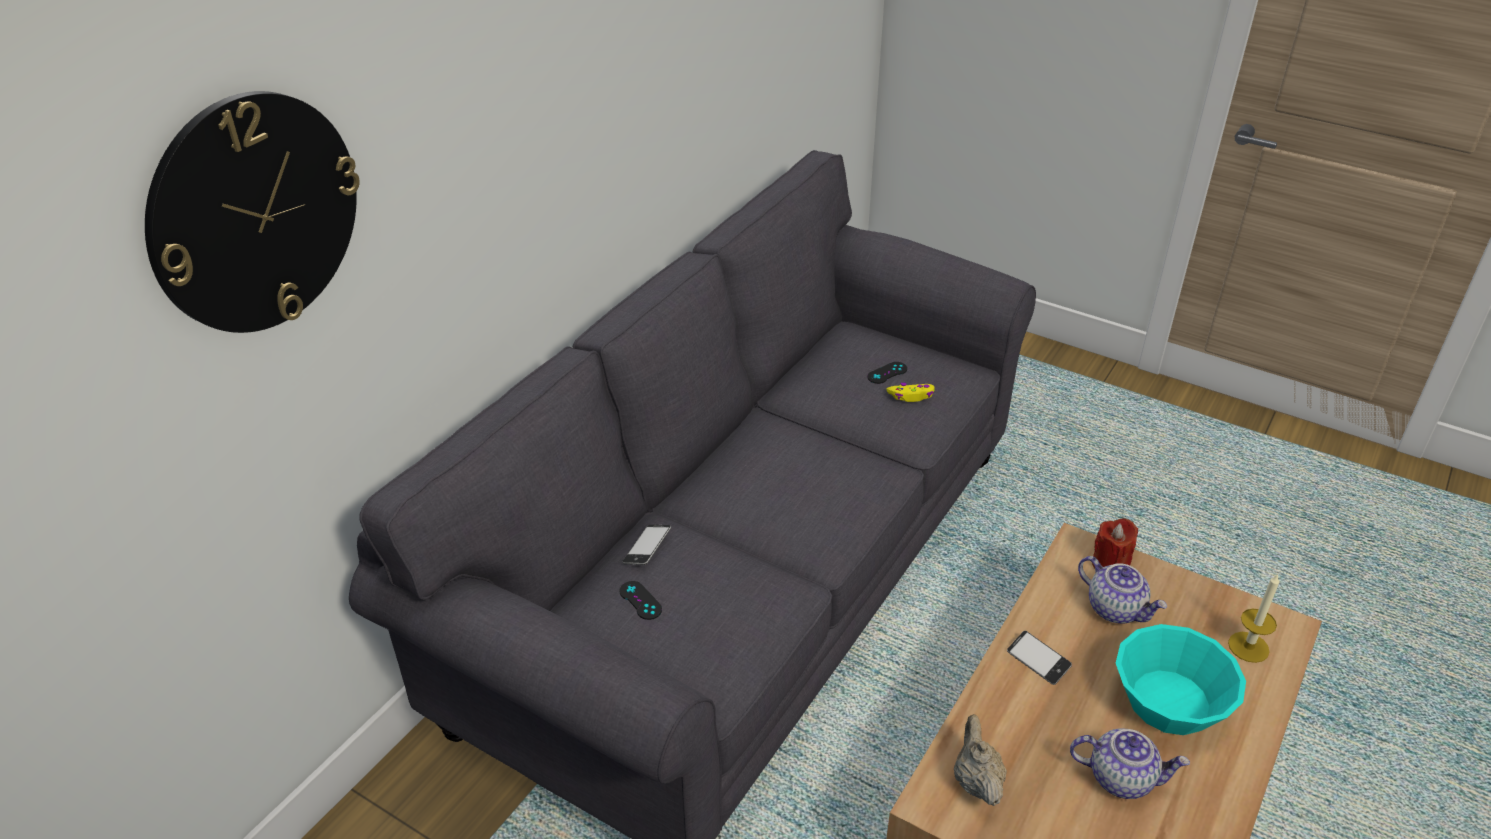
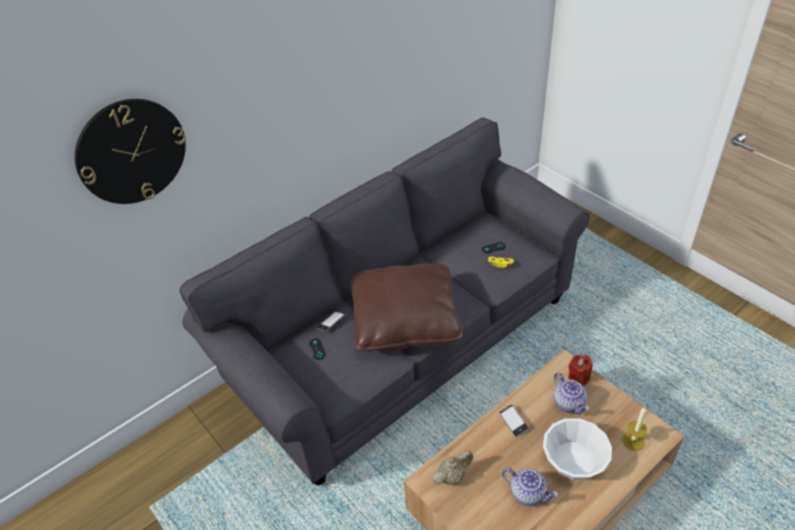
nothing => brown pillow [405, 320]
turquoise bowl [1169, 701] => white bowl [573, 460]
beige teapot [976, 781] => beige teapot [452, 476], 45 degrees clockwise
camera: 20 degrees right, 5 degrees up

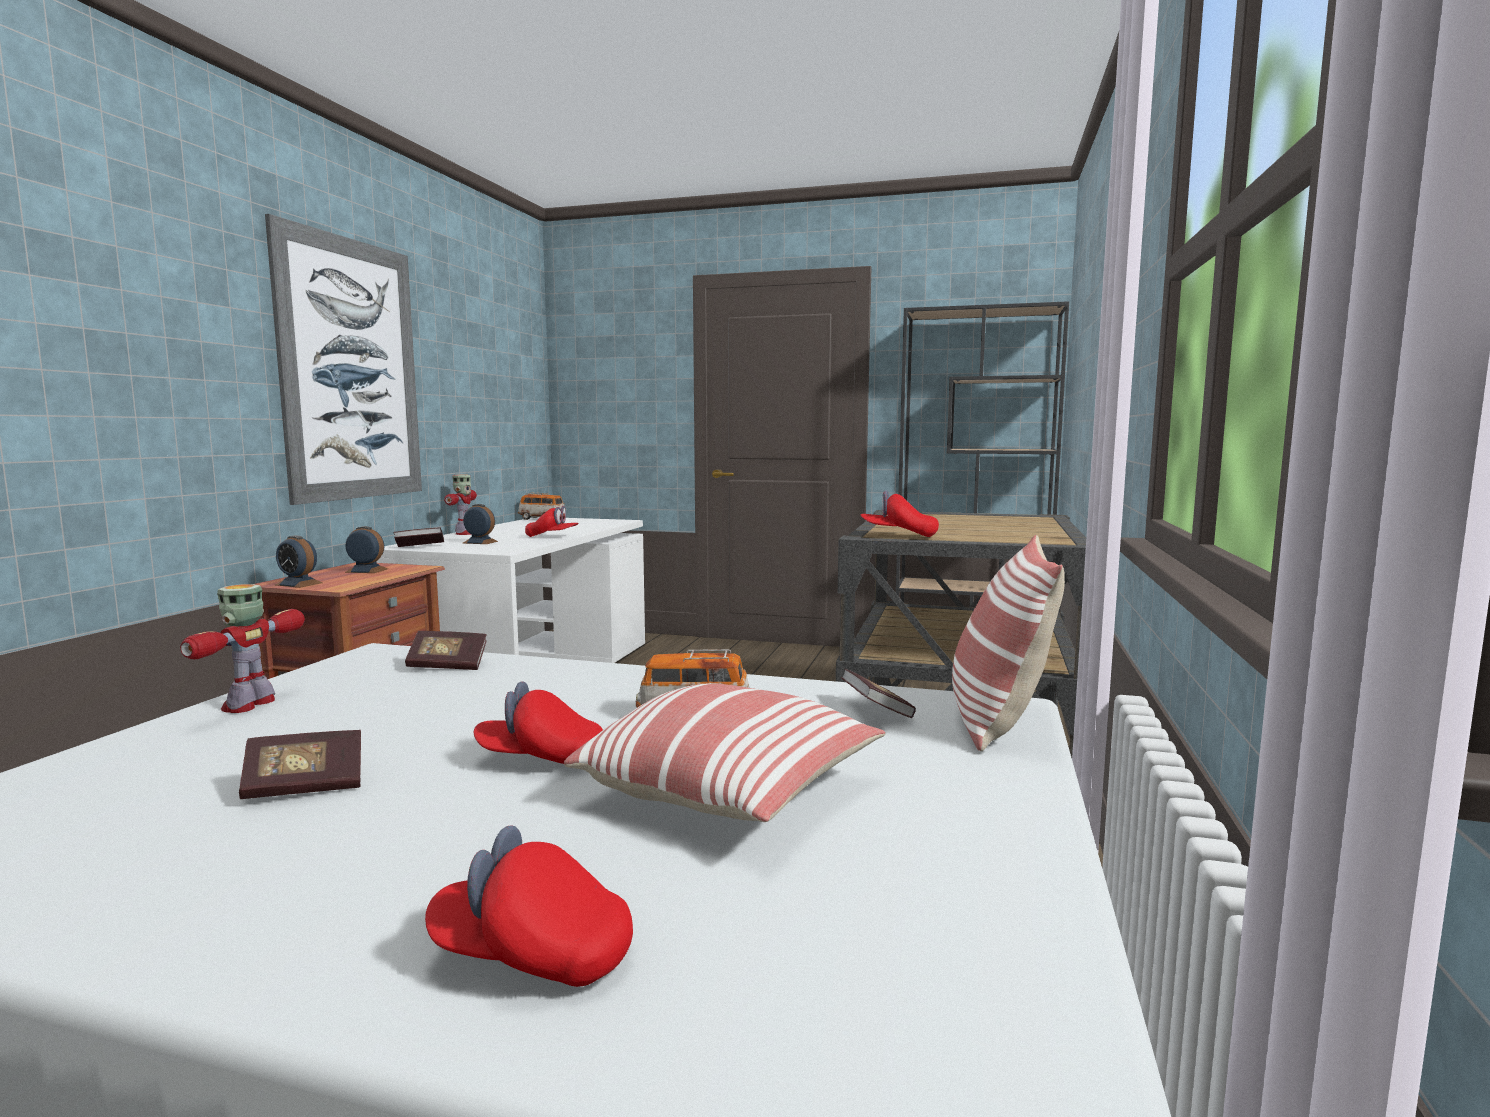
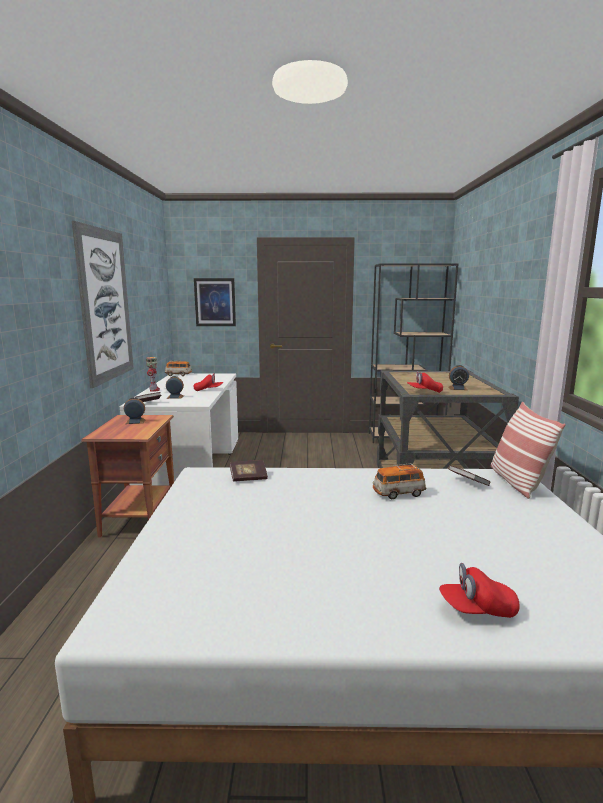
toy robot [250, 705] => nothing
book [305, 786] => nothing
red cap [541, 759] => nothing
pillow [732, 791] => nothing
nothing => picture [215, 302]
alarm clock [298, 584] => alarm clock [457, 388], relocated
camera: 15 degrees left, 5 degrees up

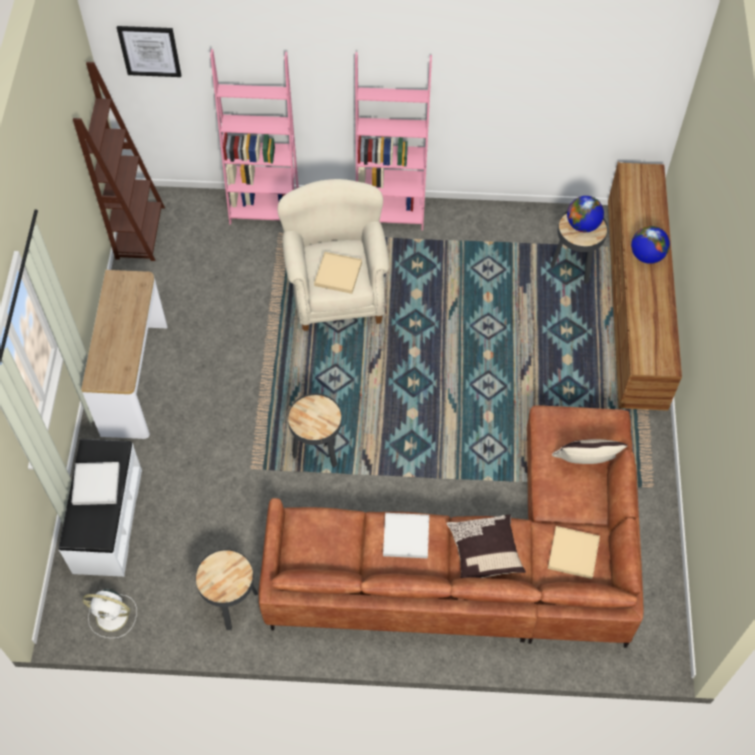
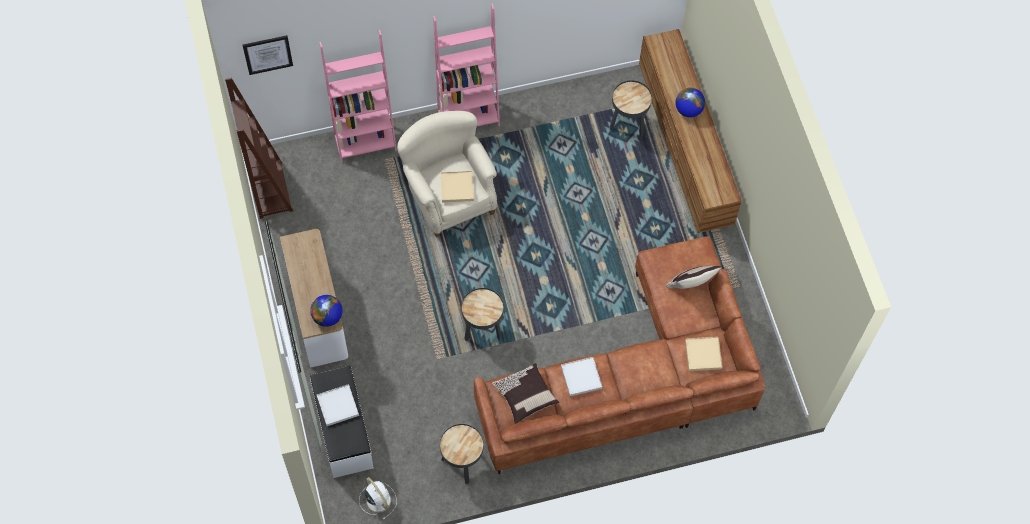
pillow [484, 552] => pillow [525, 396], relocated
globe [582, 225] => globe [327, 317], relocated
white fan [113, 616] => white fan [378, 499], 120 degrees counterclockwise
camera: 20 degrees left, 5 degrees up

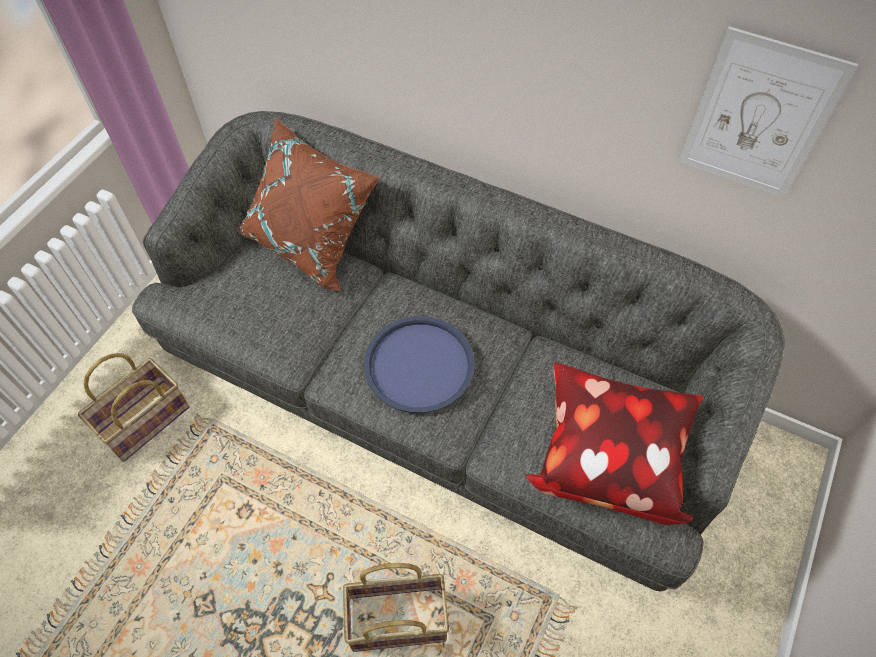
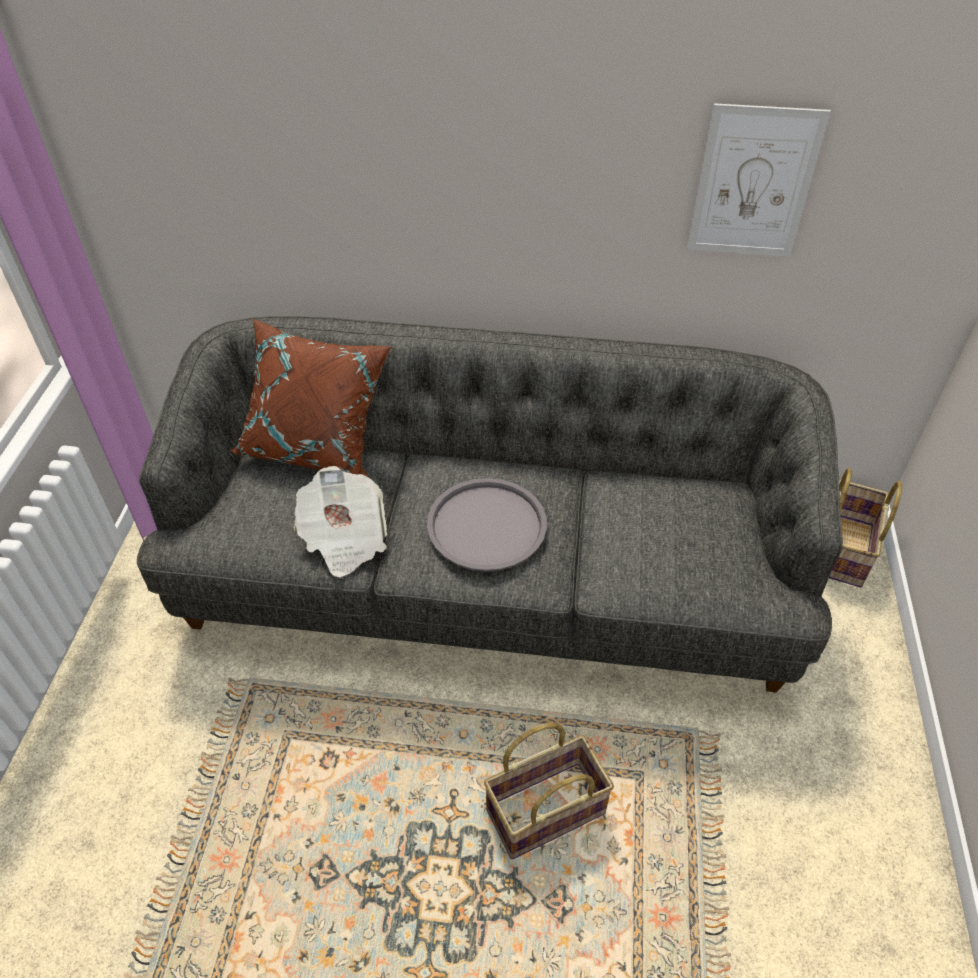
pillow [607, 456] => nothing
nothing => newspaper [344, 538]
basket [145, 422] => basket [844, 550], relocated
blue tray [419, 364] => grey tray [487, 525]
camera: 20 degrees left, 10 degrees down

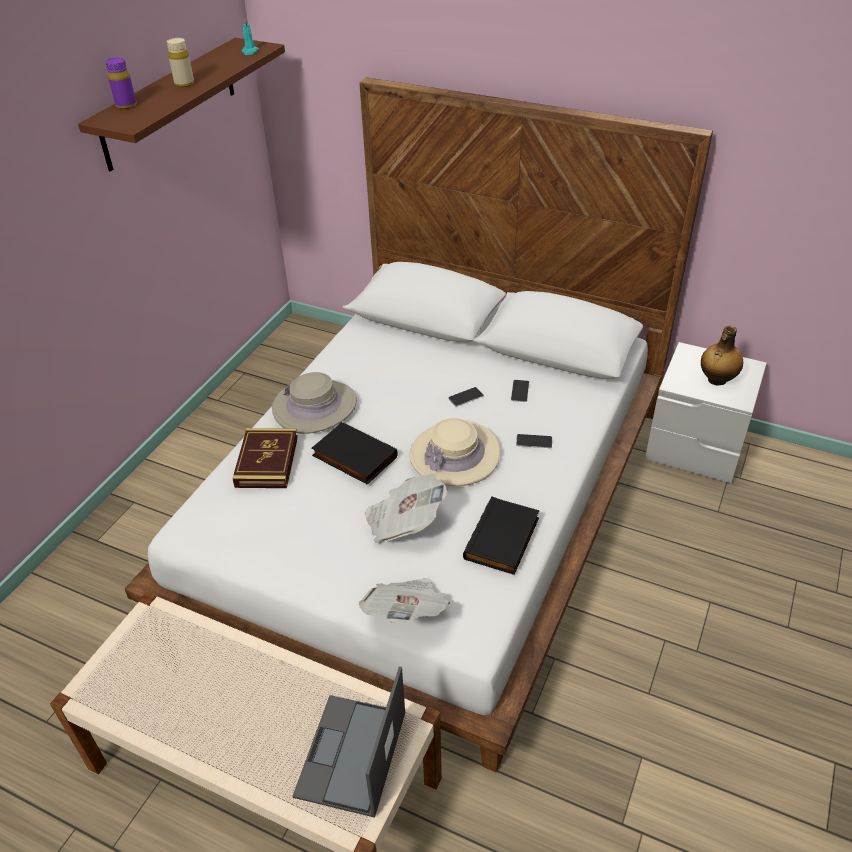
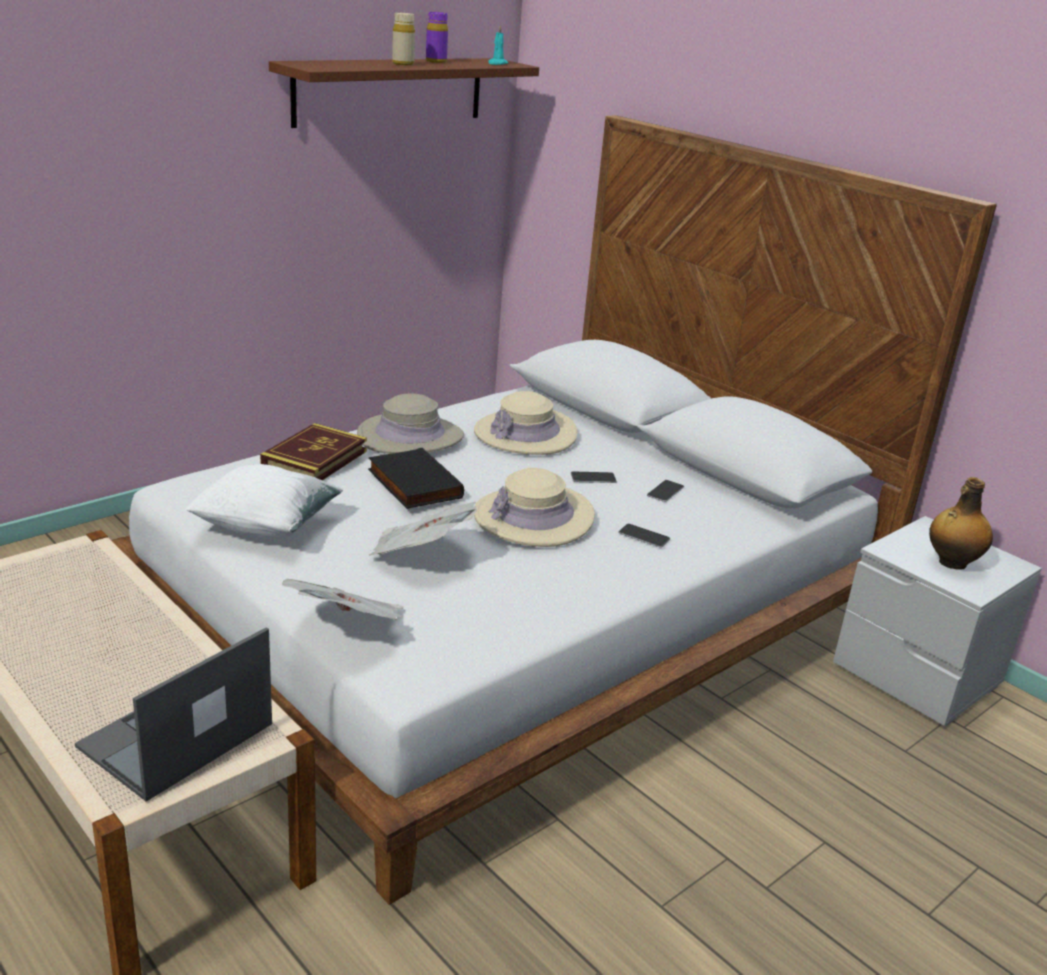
black book [503, 539] => nothing
nothing => white pillow [266, 526]
nothing => beige hat [525, 433]
purple bottle [126, 105] => purple bottle [436, 61], relocated
camera: 20 degrees right, 15 degrees down

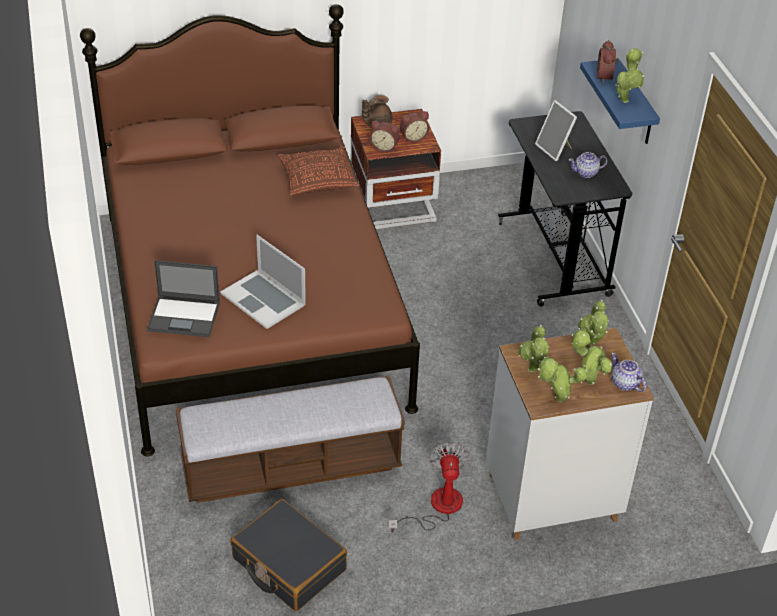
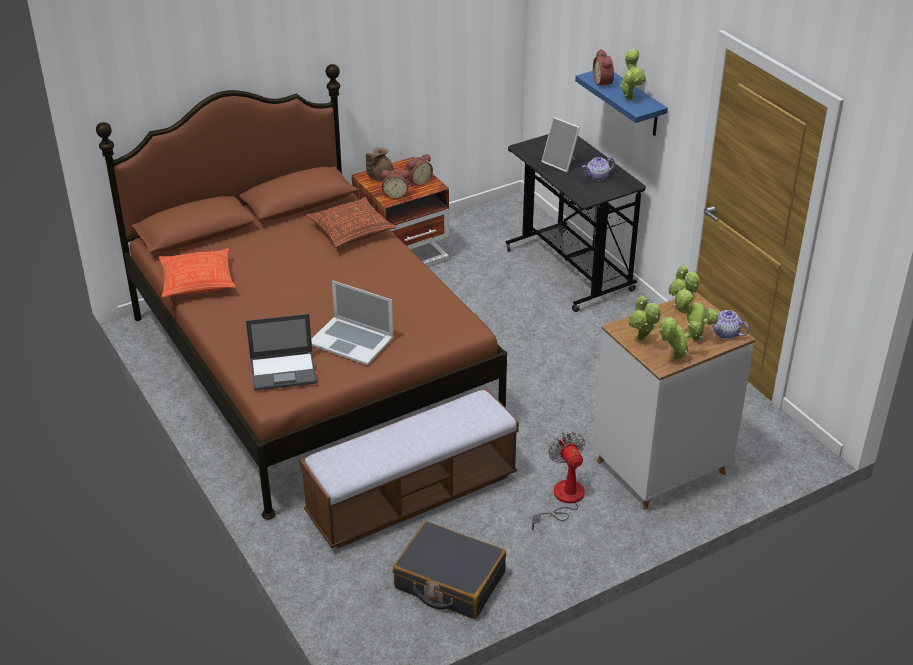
nothing => orange pillow [198, 283]
camera: 15 degrees left, 5 degrees down

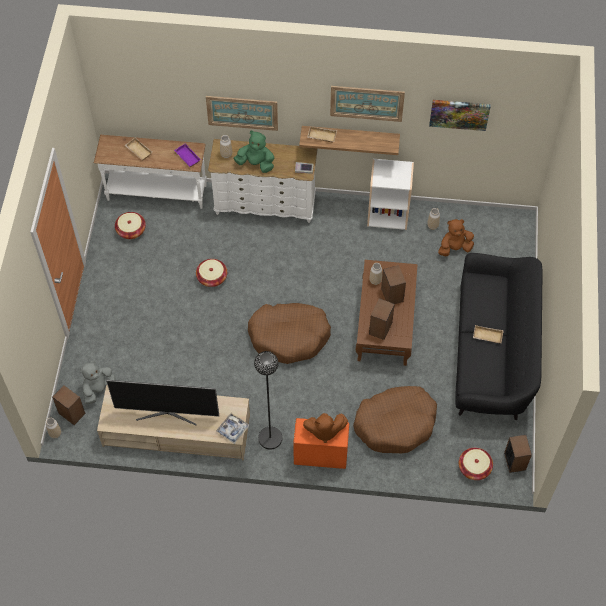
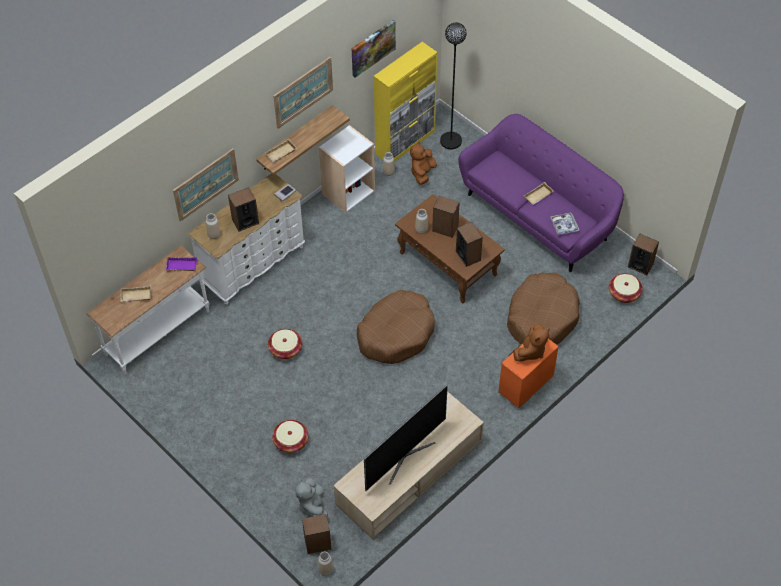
nothing => yellow cabinet [405, 142]
basket [131, 230] => basket [291, 441], relocated
tray [233, 429] => tray [564, 226], relocated
black floor lamp [270, 438] => black floor lamp [450, 141], relocated
green plush toy [256, 163] => speaker [245, 221]
black sofa [492, 354] => purple sofa [538, 216]
camera: 50 degrees left, 5 degrees down

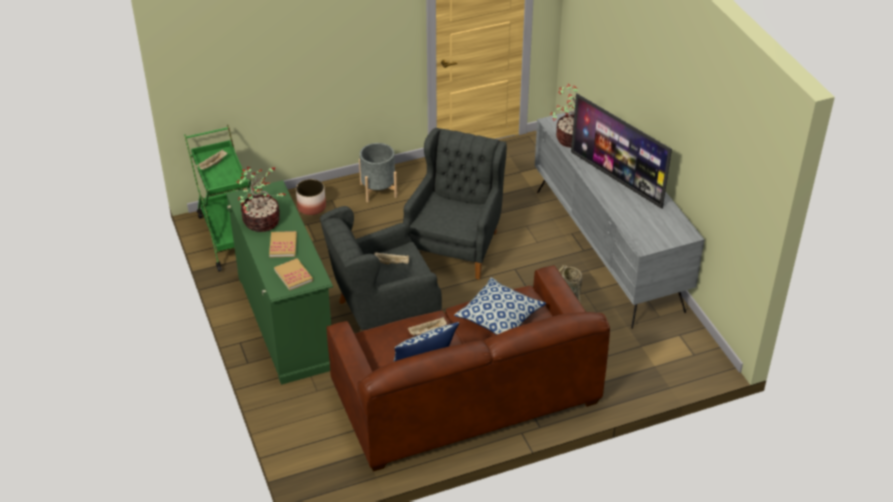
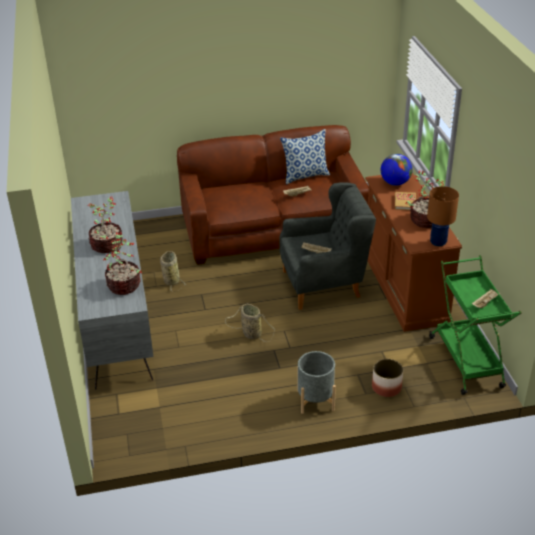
pillow [499, 318] => nothing
nothing => brown table lamp [438, 243]
book [293, 275] => globe [395, 183]
grey armchair [456, 246] => basket [250, 333]
television [617, 179] => potted plant [106, 246]
green cabinet [285, 321] => brown cabinet [404, 286]
camera: 170 degrees left, 5 degrees down

